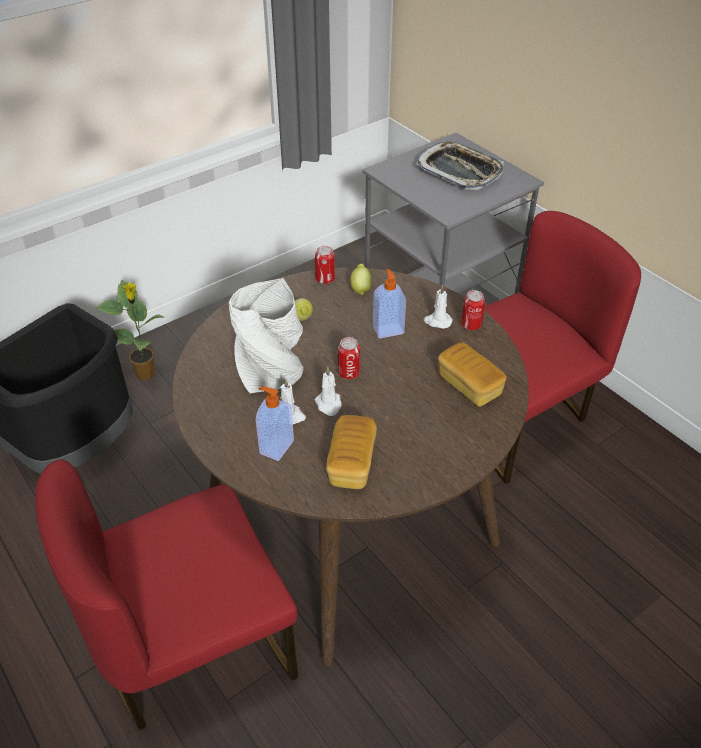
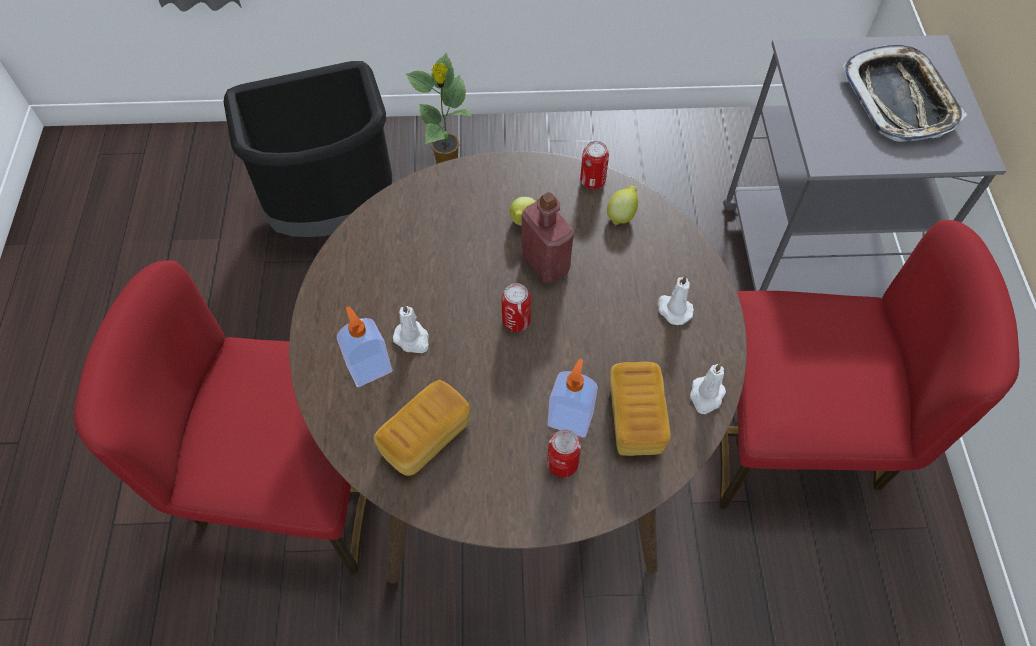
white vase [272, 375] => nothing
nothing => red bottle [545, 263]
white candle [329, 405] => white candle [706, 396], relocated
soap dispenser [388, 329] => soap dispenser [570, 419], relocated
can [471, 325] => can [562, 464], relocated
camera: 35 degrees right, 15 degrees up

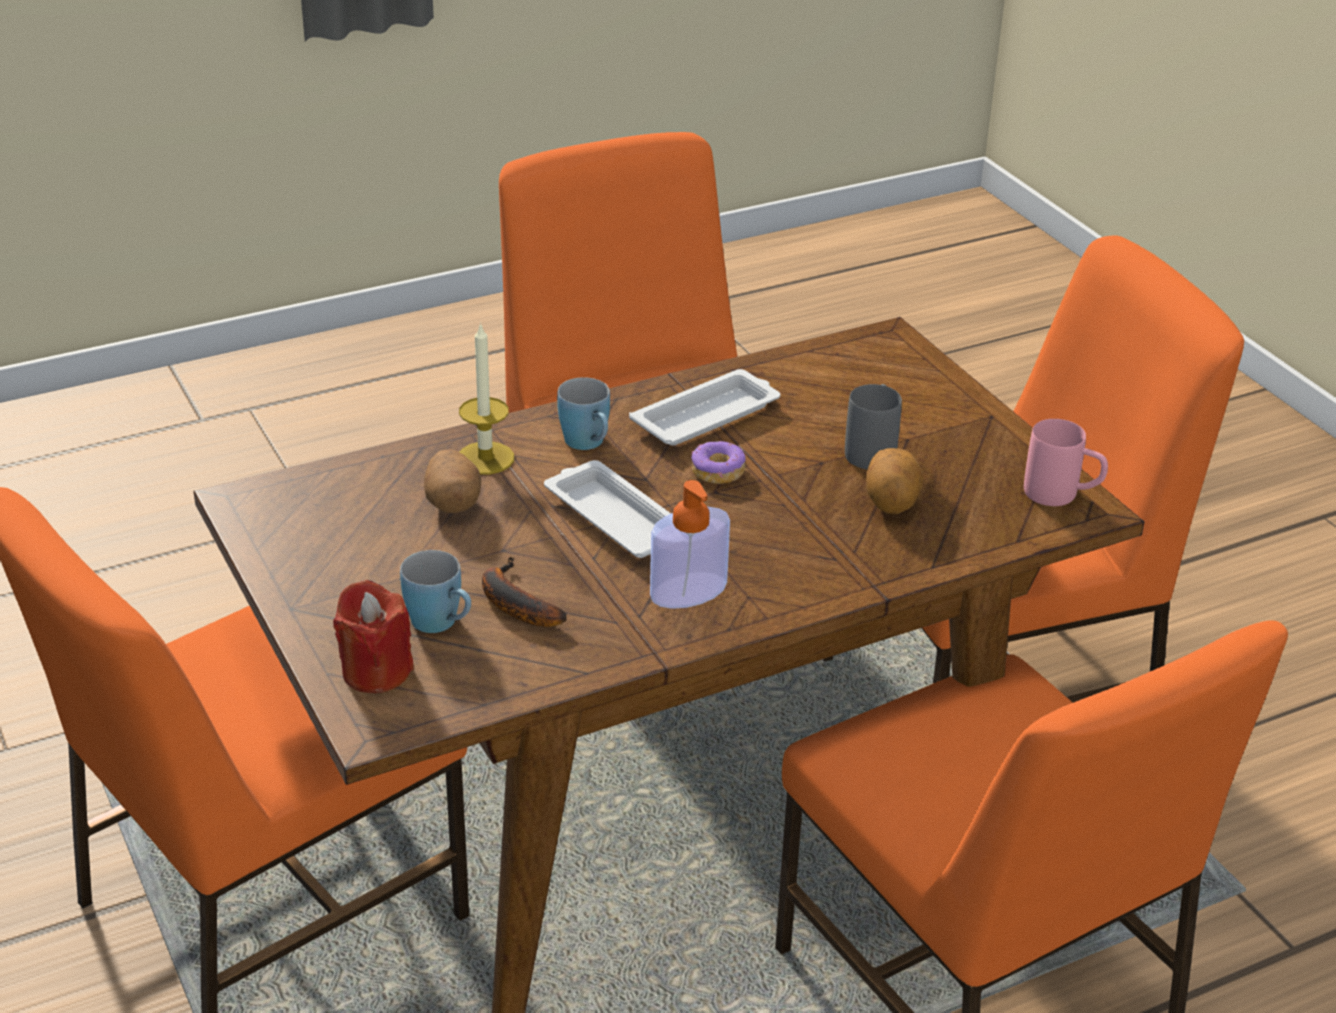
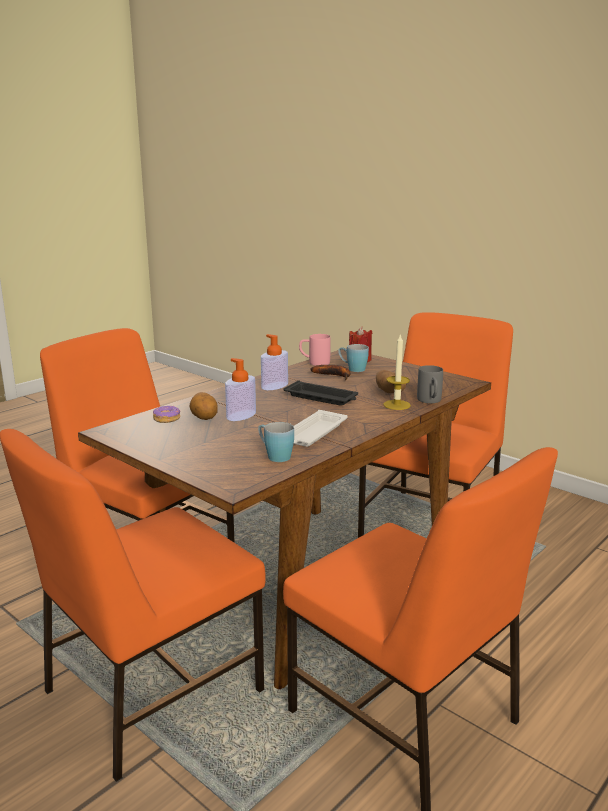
nothing => soap dispenser [241, 415]
blue mug [589, 444] => blue mug [274, 456], relocated
donut [718, 471] => donut [166, 419], relocated
grey mug [872, 449] => grey mug [430, 401], relocated
pink mug [1062, 495] => pink mug [314, 363], relocated
white tray [614, 517] => black tray [322, 398]
camera: 160 degrees right, 15 degrees down

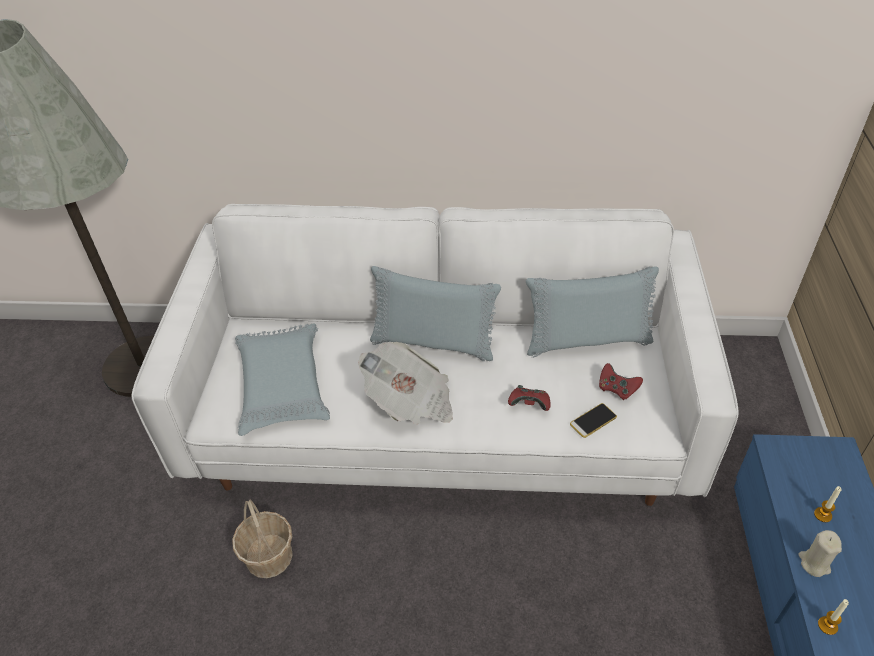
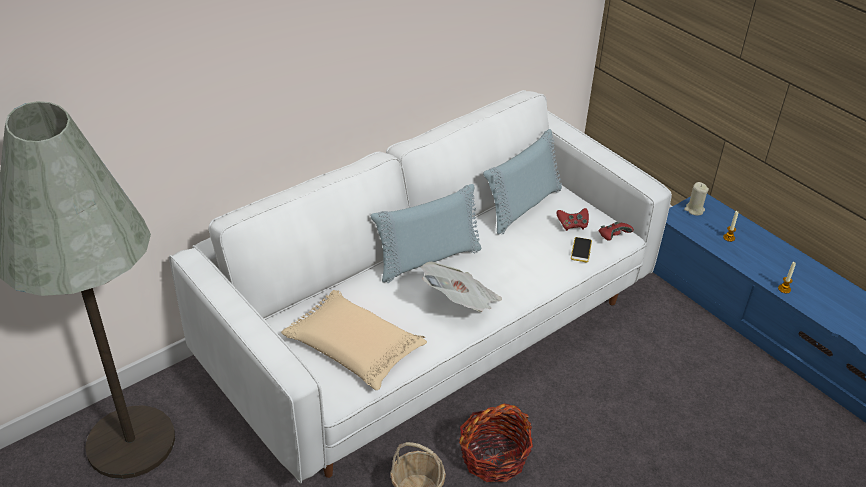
nothing => basket [494, 457]
red game controller [529, 405] => red game controller [613, 237], relocated
beige candle [814, 563] => beige candle [694, 210], relocated
blue pillow [282, 383] => beige pillow [354, 344]
camera: 45 degrees left, 5 degrees down

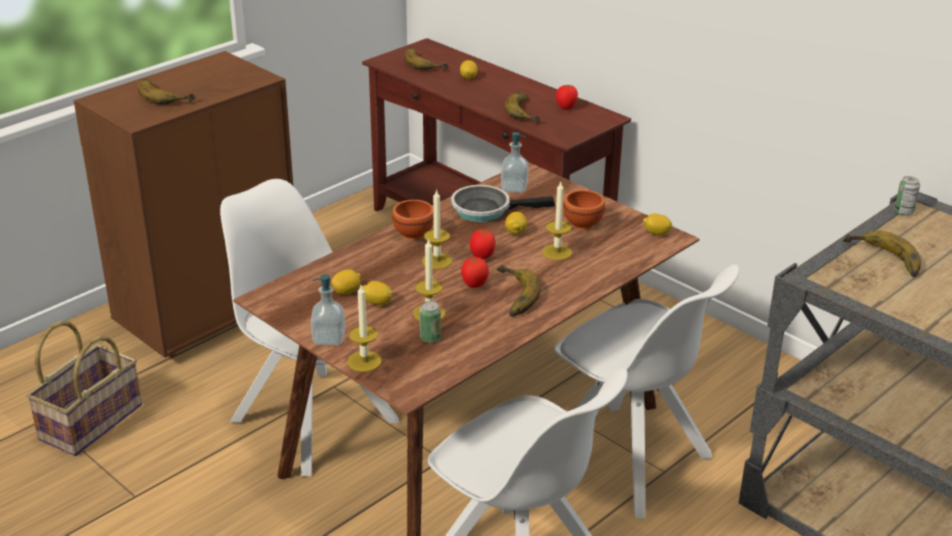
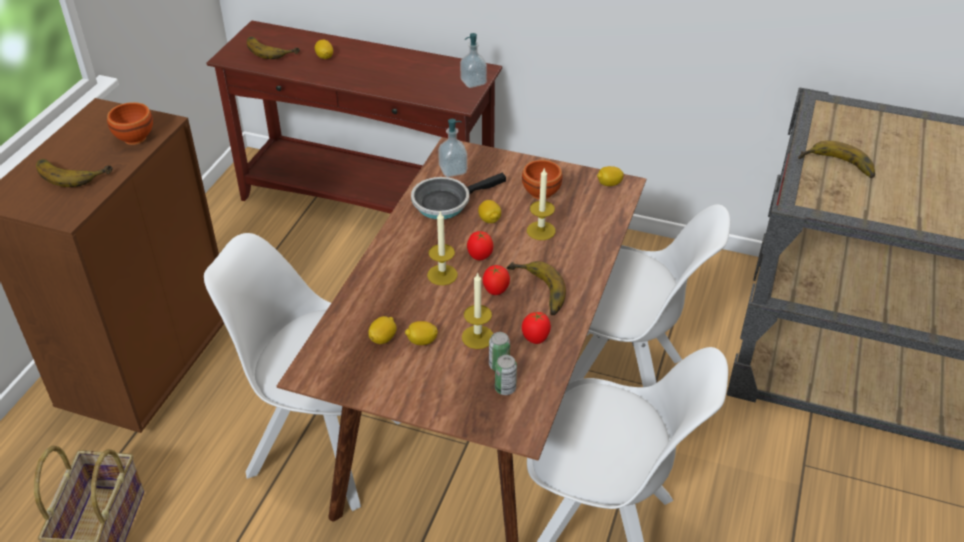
candle [364, 361] => nothing
banana [527, 111] => nothing
soap dispenser [329, 338] => soap dispenser [473, 82], relocated
brown bowl [412, 234] => brown bowl [134, 138], relocated
tomato [566, 108] => tomato [535, 339], relocated
can [904, 211] => can [505, 388], relocated
camera: 25 degrees left, 10 degrees up

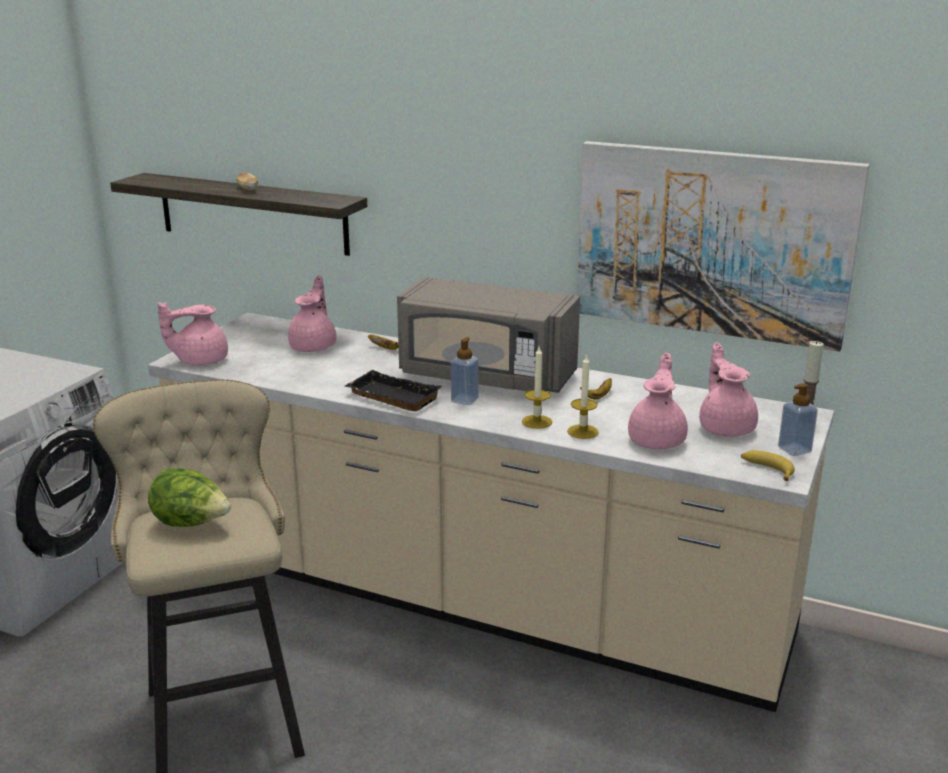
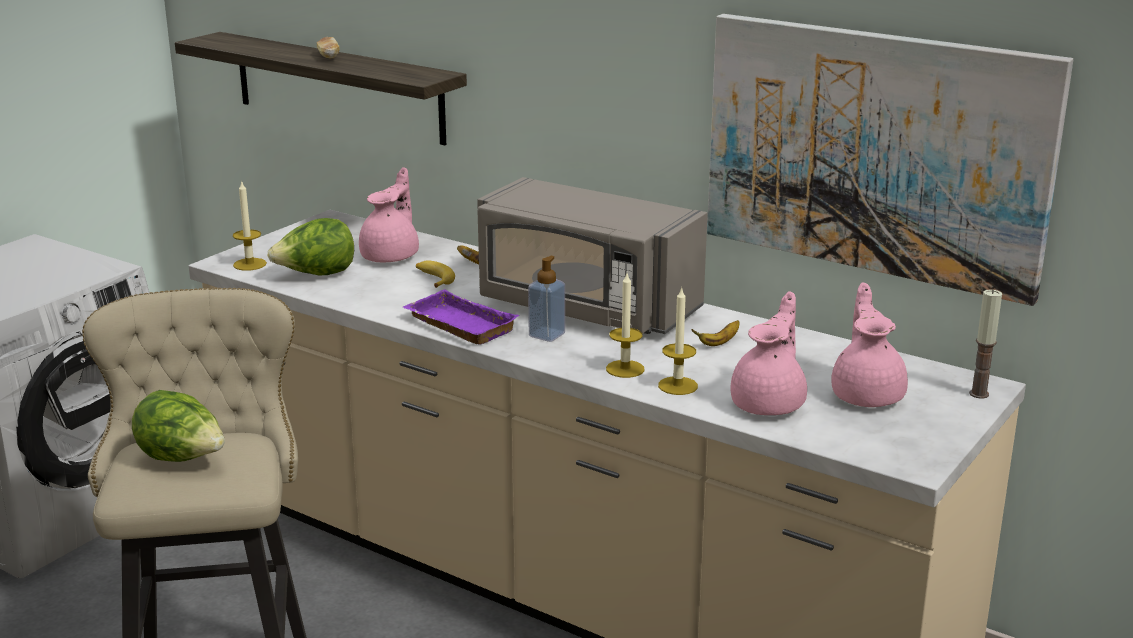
soap dispenser [794, 450] => nothing
nothing => lettuce [316, 275]
banana [766, 469] => banana [433, 279], relocated
pink teapot [200, 360] => candle [250, 264]
black tray [390, 397] => purple tray [457, 325]
camera: 10 degrees right, 0 degrees up

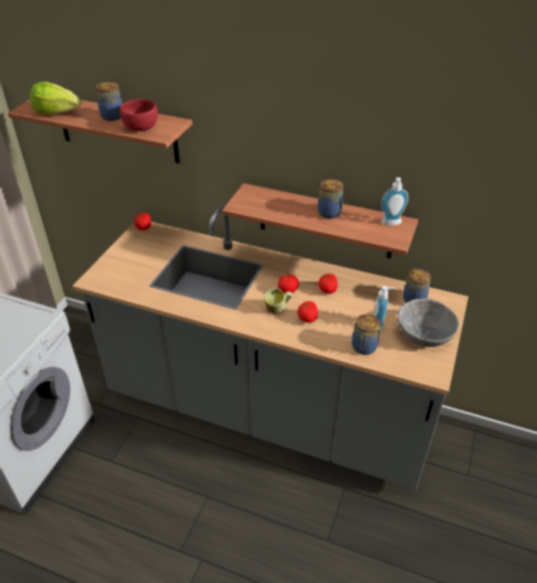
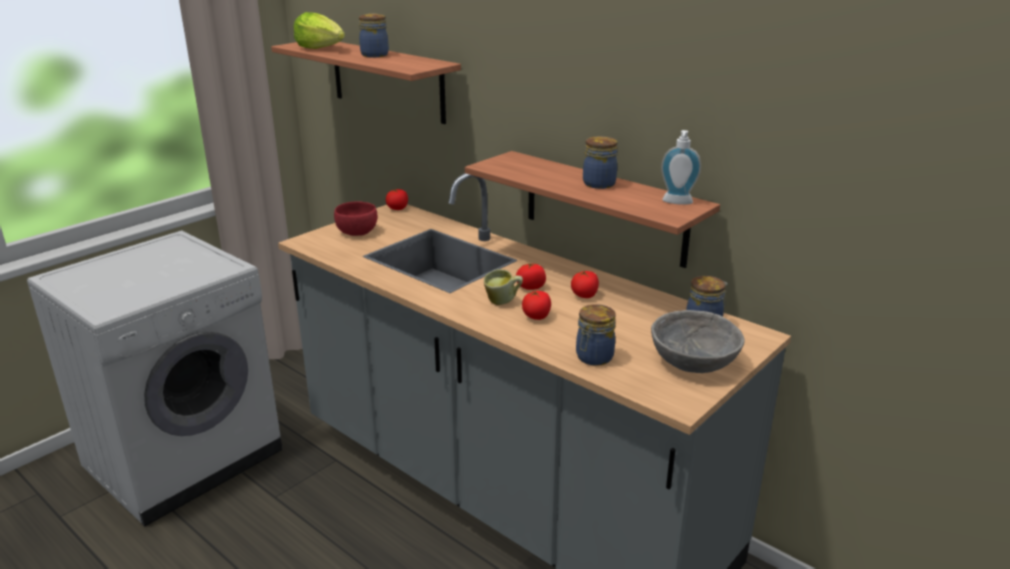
soap dispenser [380, 325] => nothing
red bowl [141, 127] => red bowl [357, 232], relocated
camera: 20 degrees right, 15 degrees down

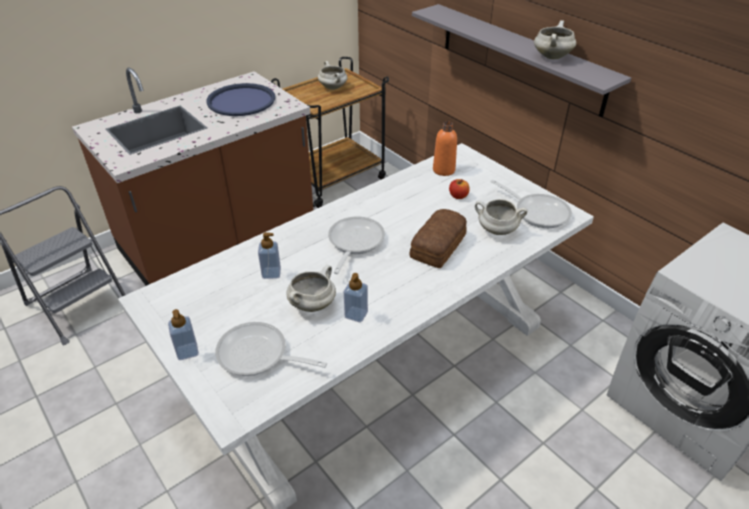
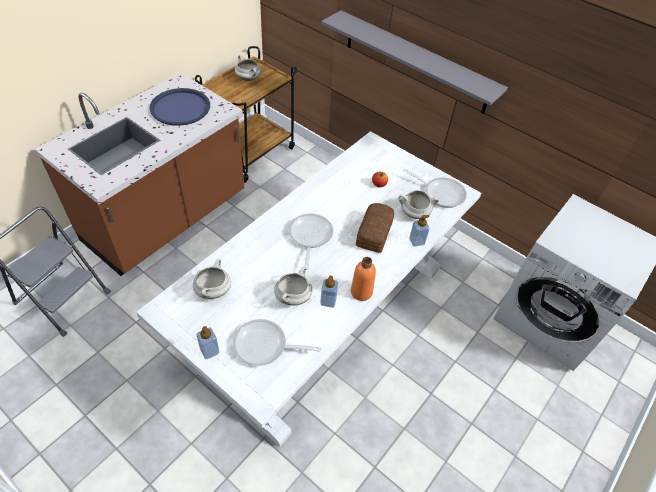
soap dispenser [271, 273] => soap dispenser [416, 241], relocated
orange bottle [443, 170] => orange bottle [361, 292], relocated
white cooking pot [551, 56] => white cooking pot [213, 290], relocated
camera: 15 degrees left, 10 degrees up

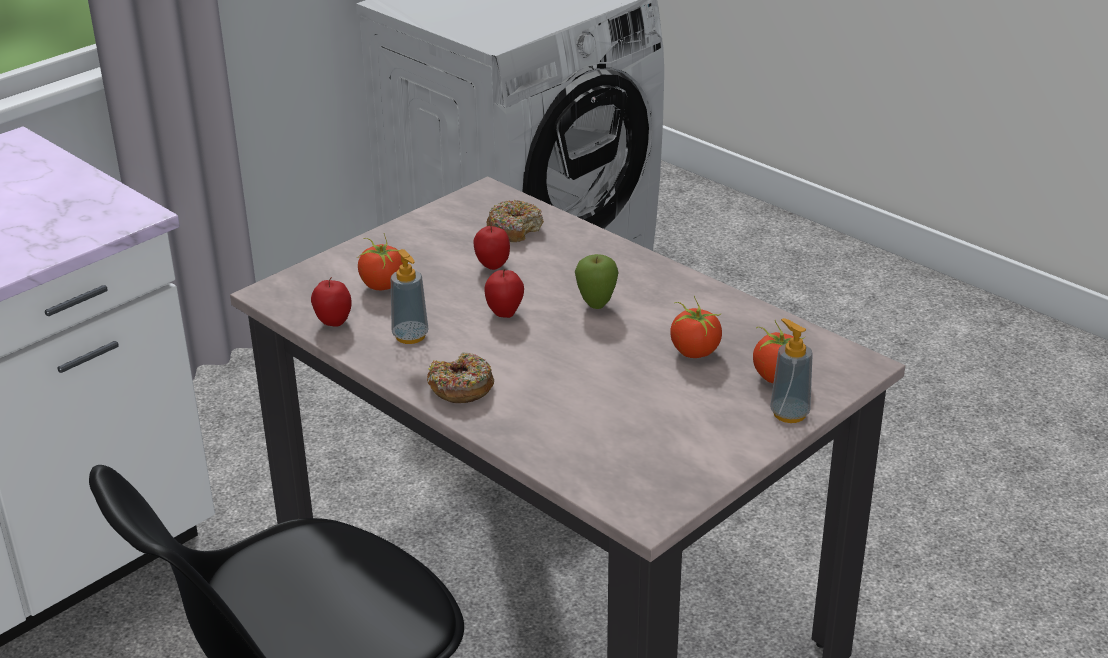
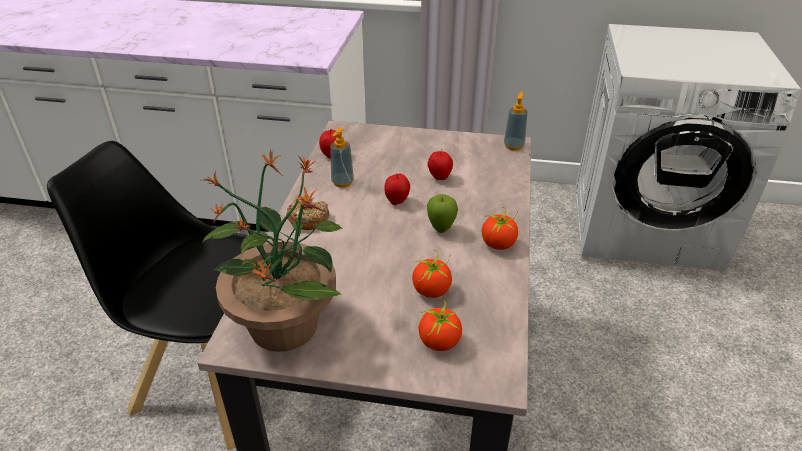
donut [514, 229] => nothing
nothing => potted plant [284, 324]
tomato [383, 285] => tomato [498, 244], relocated
soap dispenser [789, 413] => soap dispenser [513, 146], relocated
camera: 55 degrees right, 5 degrees up

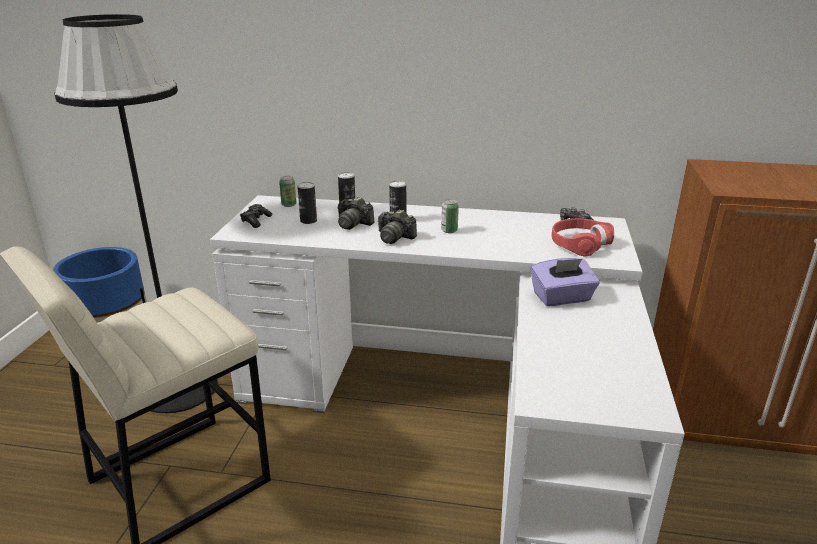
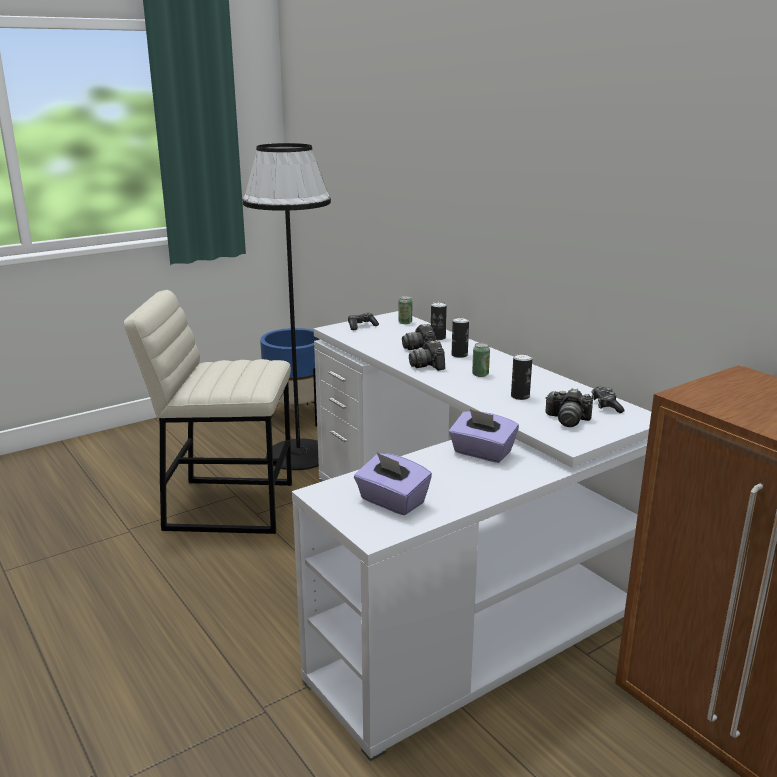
nothing => purple tissue box [392, 502]
can [308, 221] => can [520, 396], relocated
red headphones [579, 244] => photo camera [567, 420]
camera: 45 degrees right, 5 degrees down

